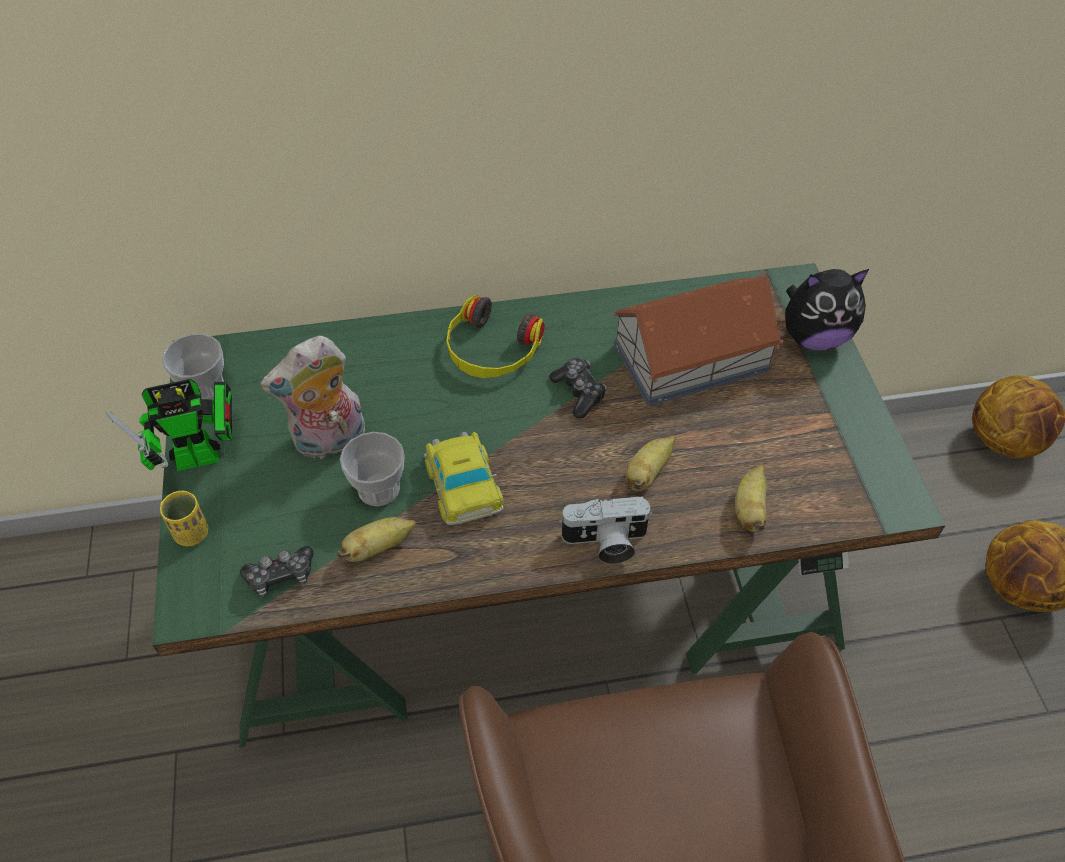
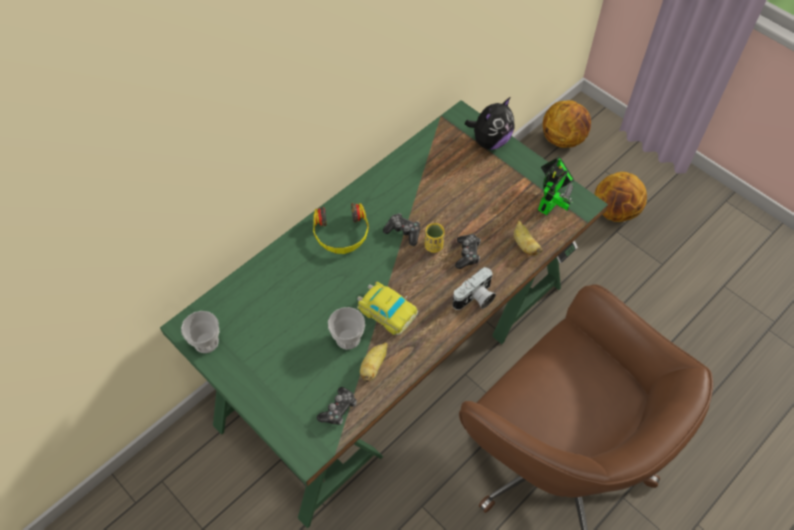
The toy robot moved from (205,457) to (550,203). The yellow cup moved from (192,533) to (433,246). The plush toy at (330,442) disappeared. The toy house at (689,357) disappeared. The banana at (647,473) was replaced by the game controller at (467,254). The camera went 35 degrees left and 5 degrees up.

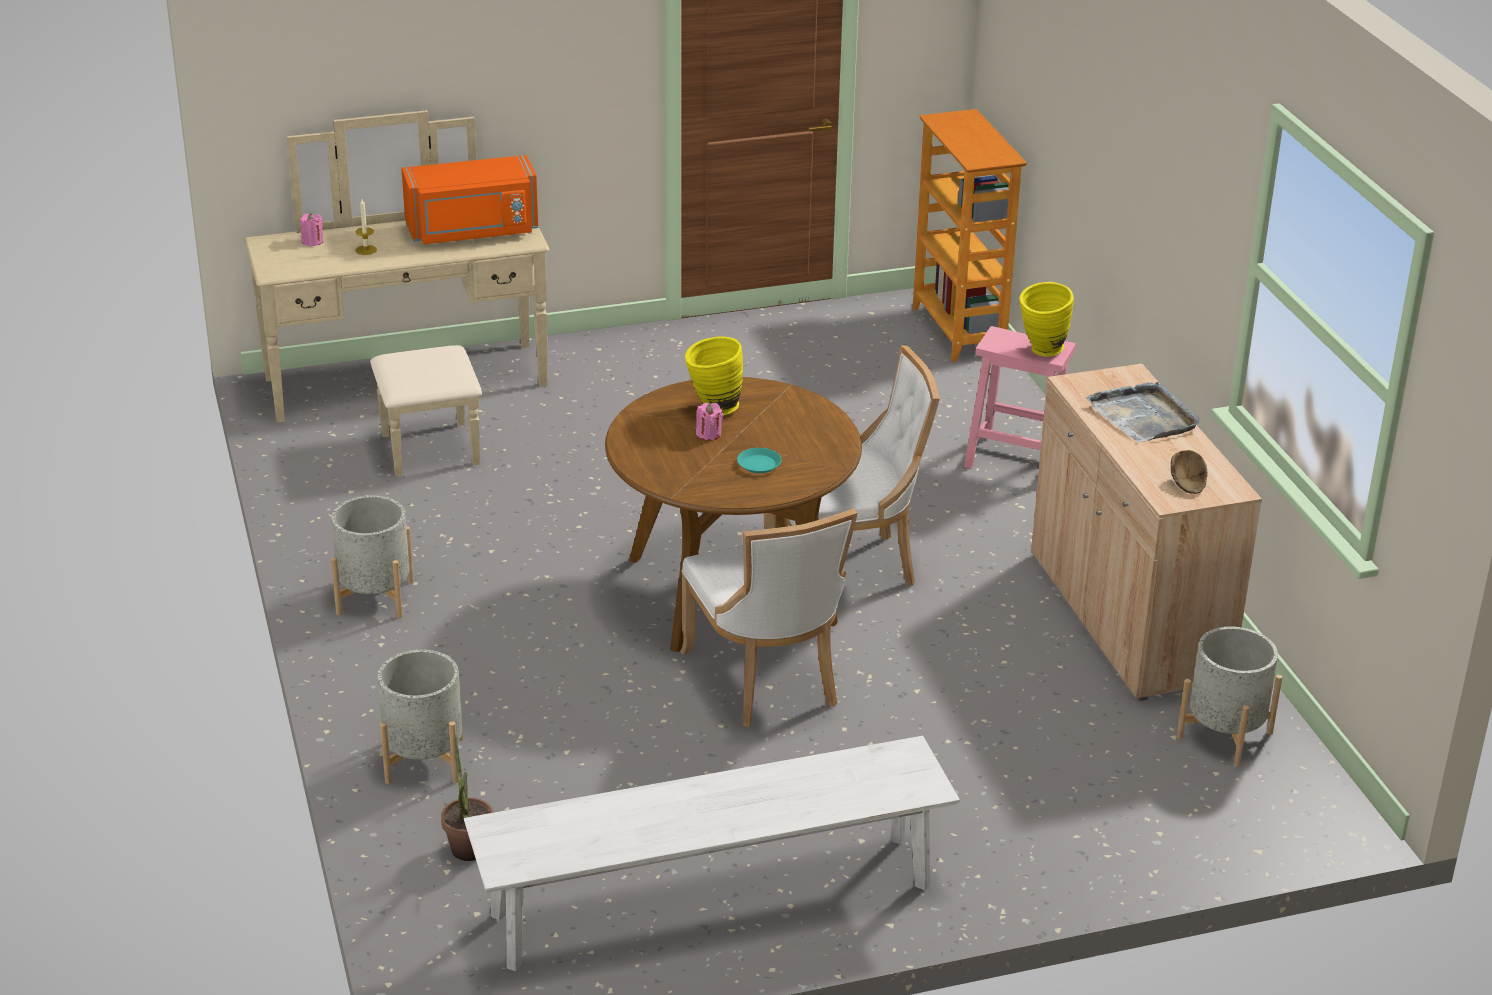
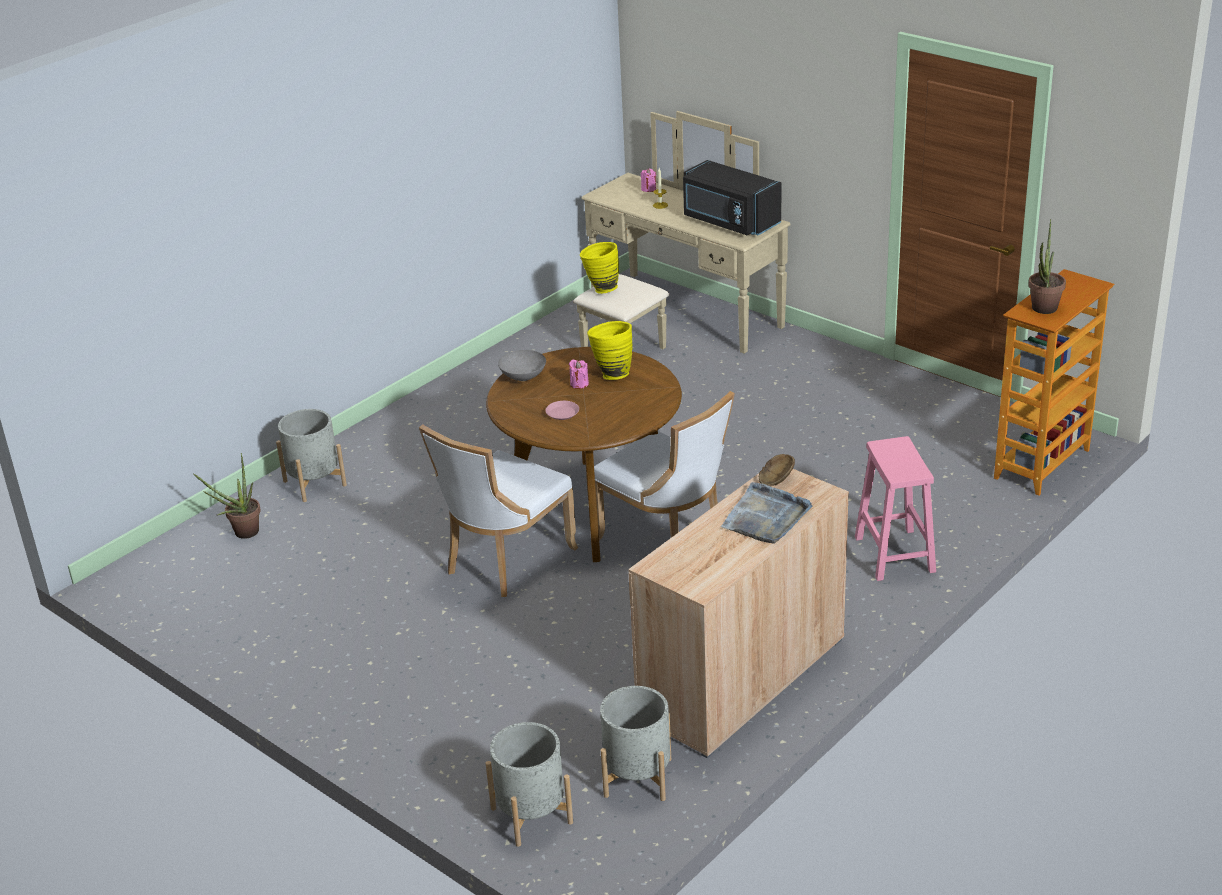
The grey planter moved from (375,597) to (531,815). The orange microwave at (472,231) became the black microwave at (729,222). The white bench at (712,901) disappeared. The turquoise plate at (759,464) became the pink plate at (562,413). The yellow vase moved from (1041,352) to (600,289). The brown bowl moved from (1187,484) to (775,479). The grey bowl at (524,377) appeared. The potted plant at (1043,310) appeared. The camera went 60 degrees right and 0 degrees up.

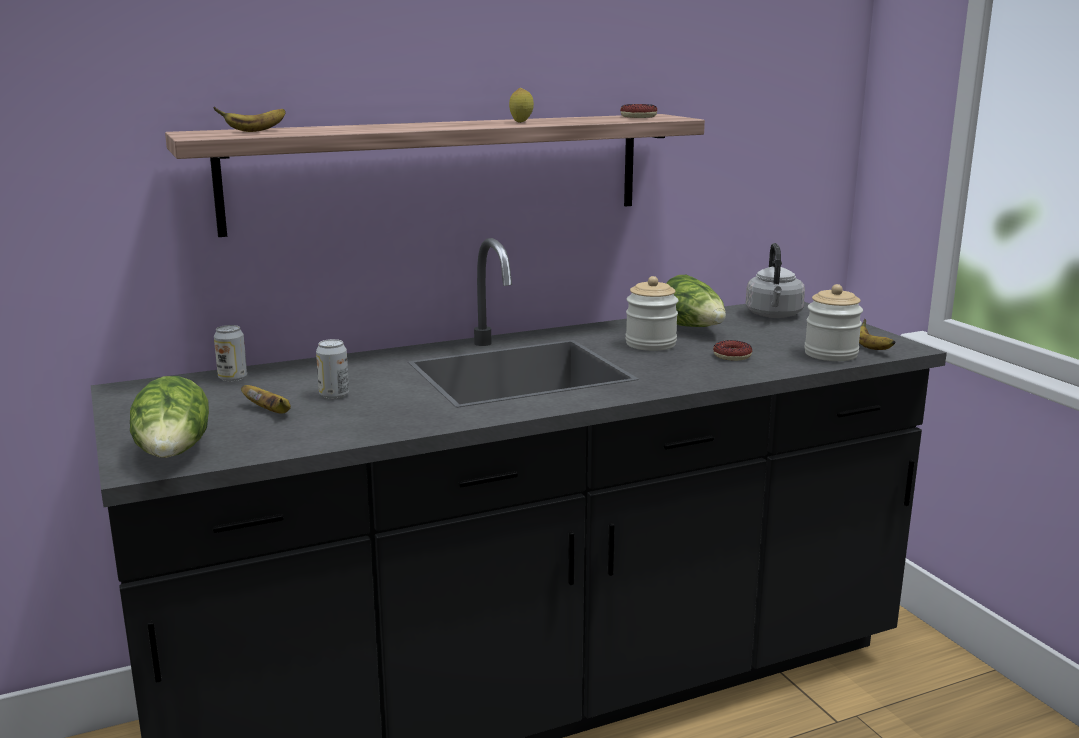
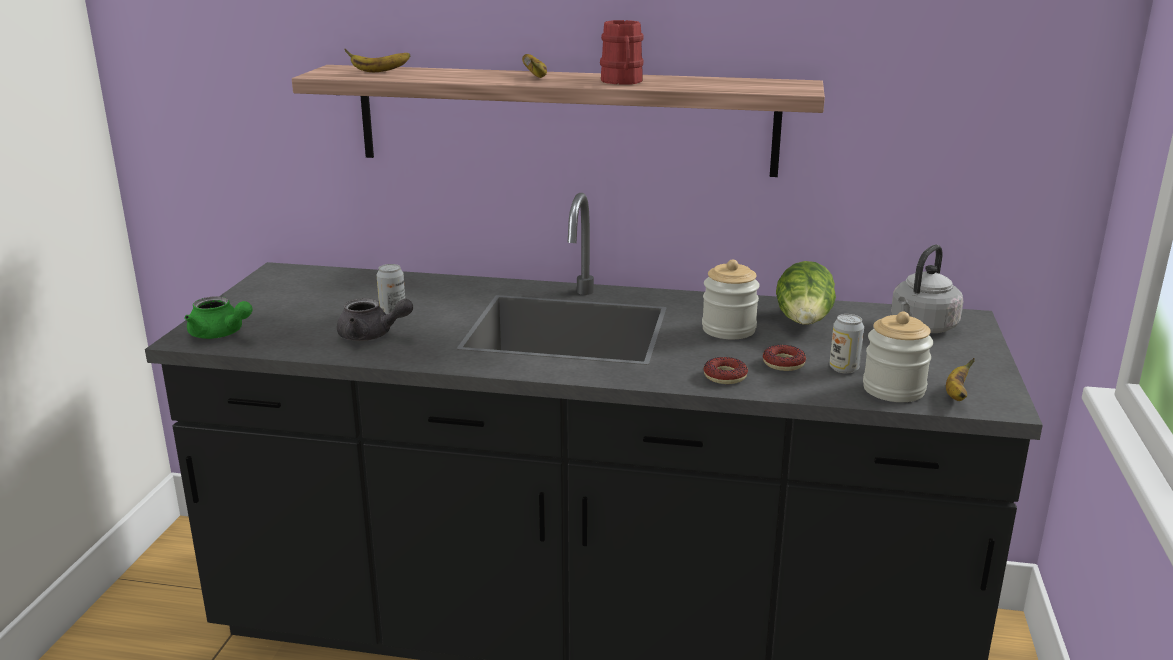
The lettuce at (174,454) was replaced by the green teapot at (220,334). The can moved from (233,378) to (844,368). The banana moved from (270,411) to (535,76). The lemon at (521,122) was replaced by the red mug at (622,82). The donut moved from (638,116) to (725,376). The grey teapot at (372,335) appeared. The camera went 35 degrees right and 5 degrees up.

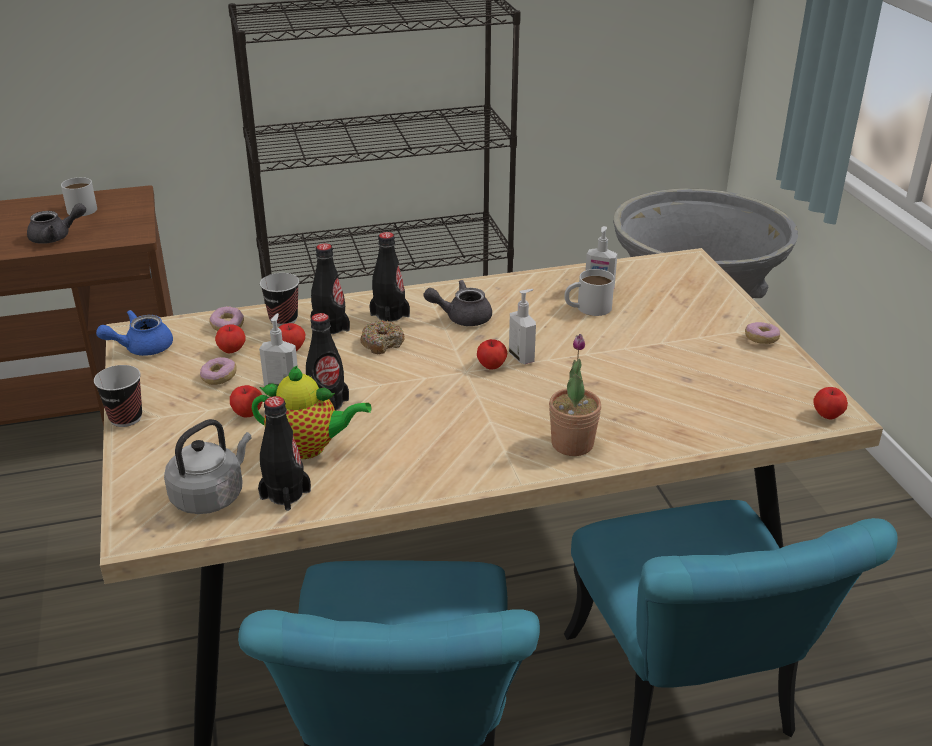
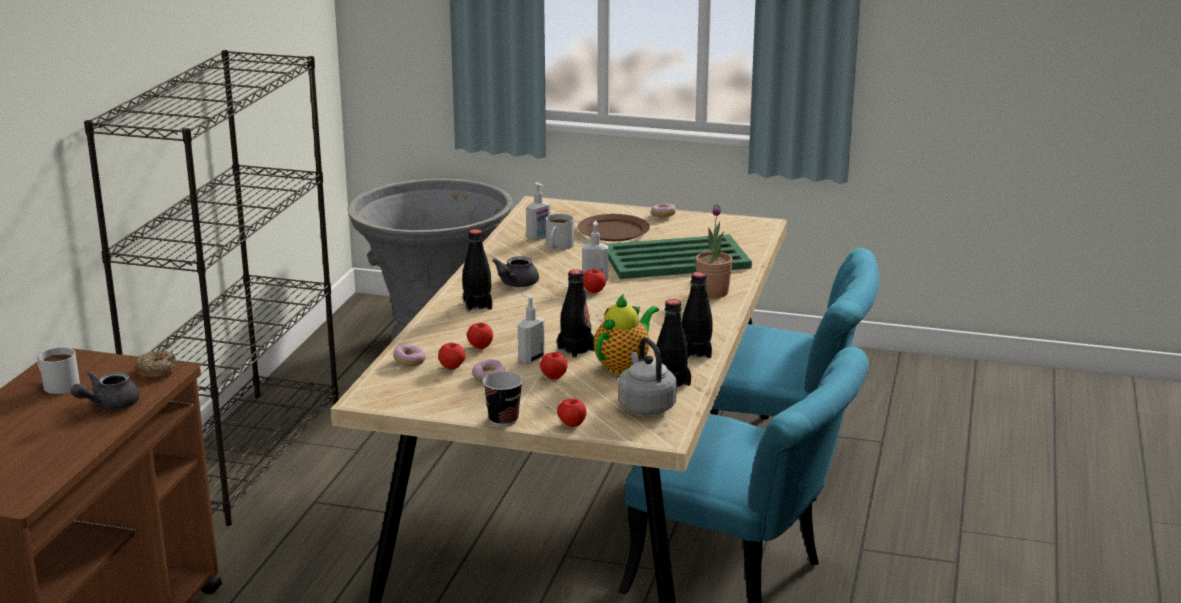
The grey teapot at (56,237) turned 150 degrees counterclockwise. The blue teapot at (141,348) disappeared. The cup at (283,319) disappeared. The black bottle moved from (330,328) to (696,352). The donut moved from (382,343) to (156,371). The apple moved from (827,415) to (571,424). The brown plate at (613,231) appeared. The green tray at (674,259) appeared. The camera went 60 degrees left and 10 degrees down.

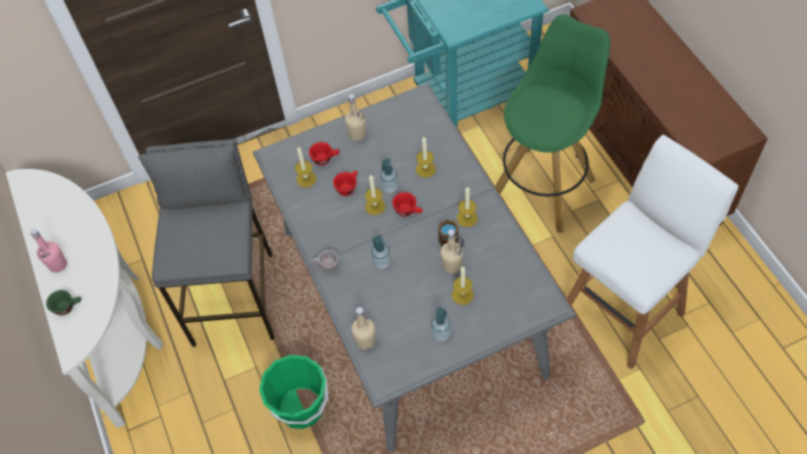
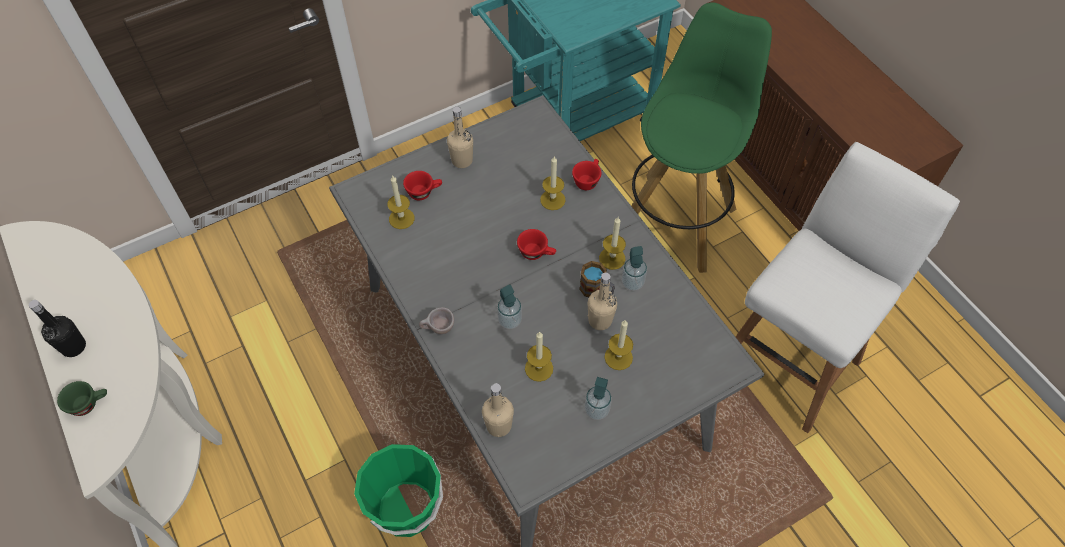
The pink bottle at (58,265) became the black bottle at (74,347). The grey stool at (235,298) disappeared. The red cup moved from (348,187) to (587,180). The candle moved from (375,206) to (539,368). The soap dispenser moved from (390,187) to (632,283). The camera went 10 degrees left and 0 degrees up.

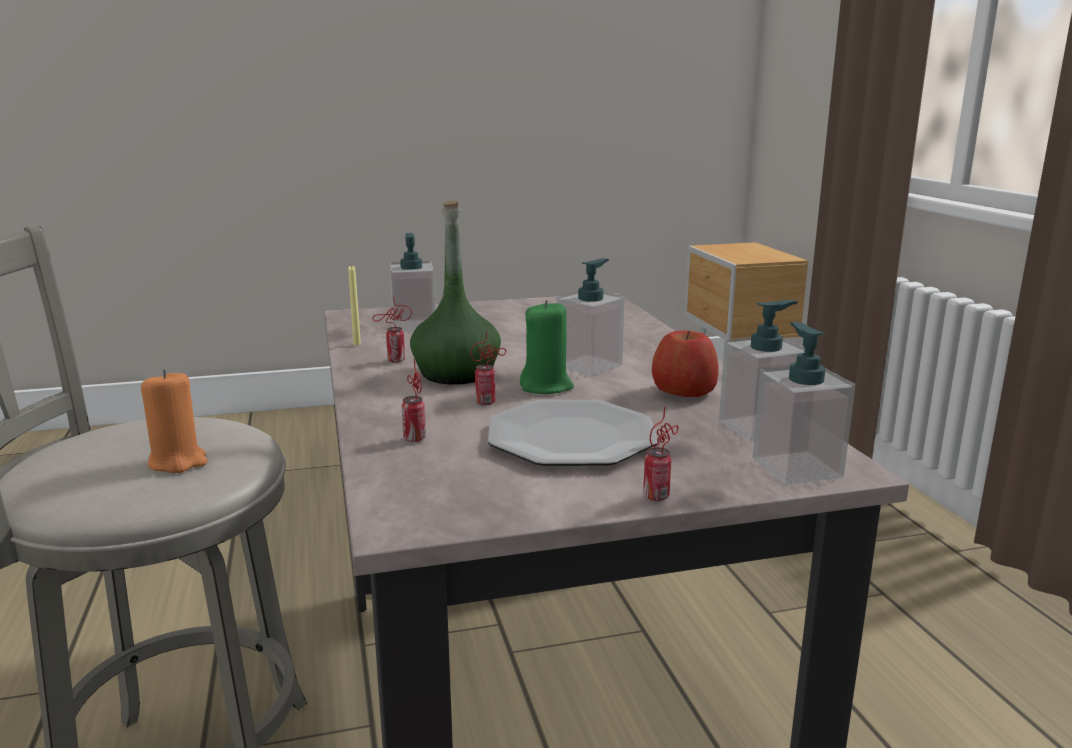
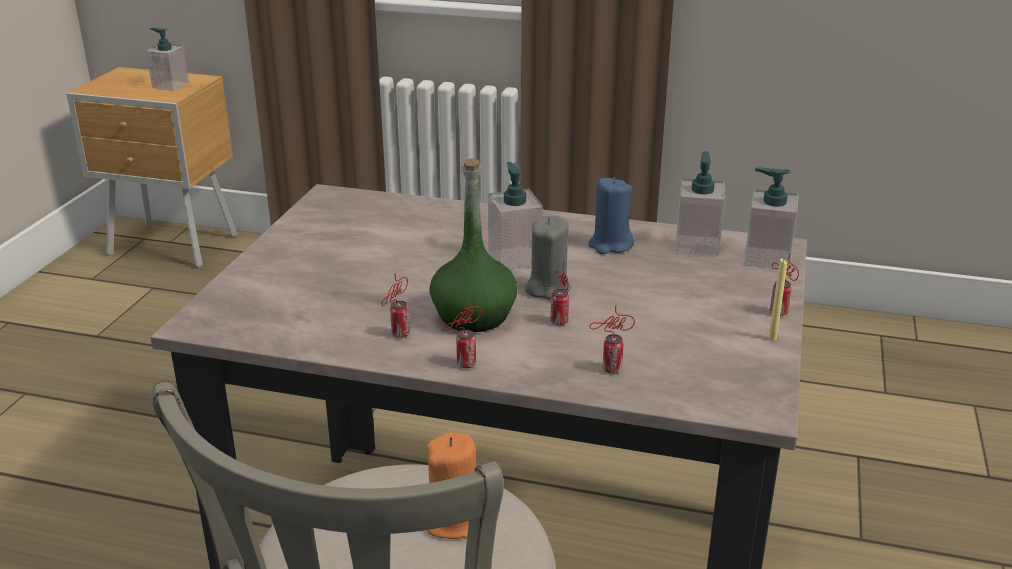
The yellow candle moved from (357,344) to (772,338). The soap dispenser moved from (414,325) to (170,85). The plate at (570,437) disappeared. The green candle at (546,387) became the grey candle at (547,288). The apple at (683,392) was replaced by the blue candle at (610,245). The can at (464,365) appeared. The camera went 60 degrees left and 10 degrees up.

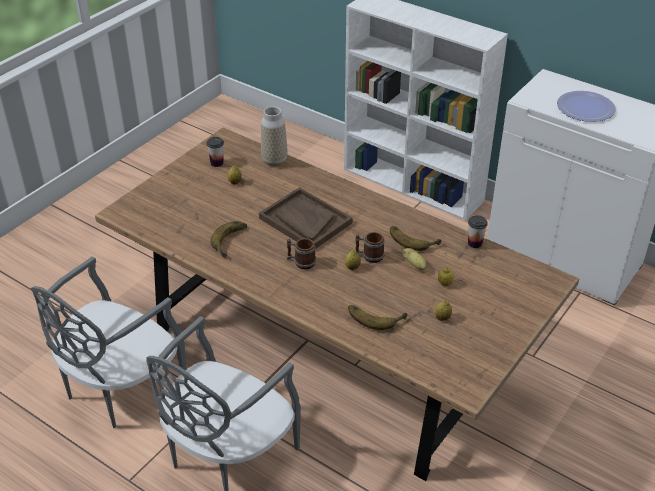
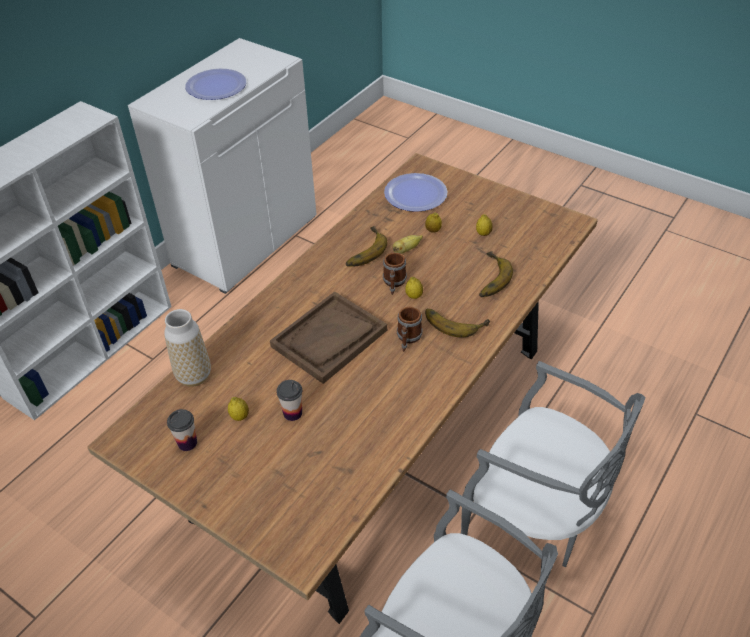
The banana moved from (233,241) to (455,321). The cup moved from (475,243) to (292,413). The plate at (415,194) appeared. The camera went 90 degrees left and 5 degrees up.

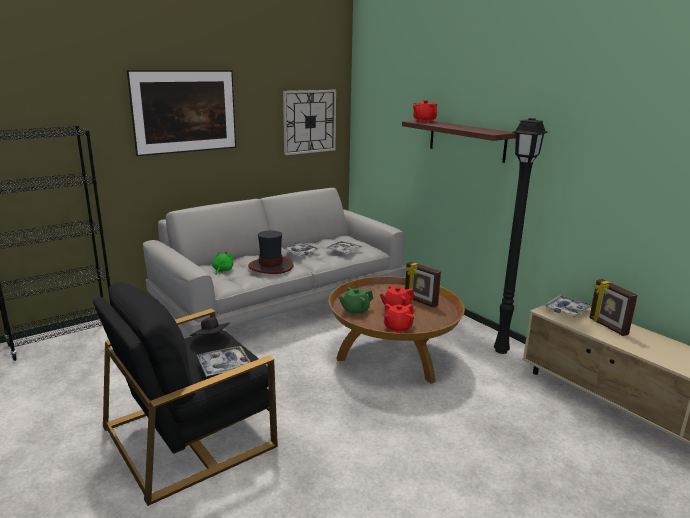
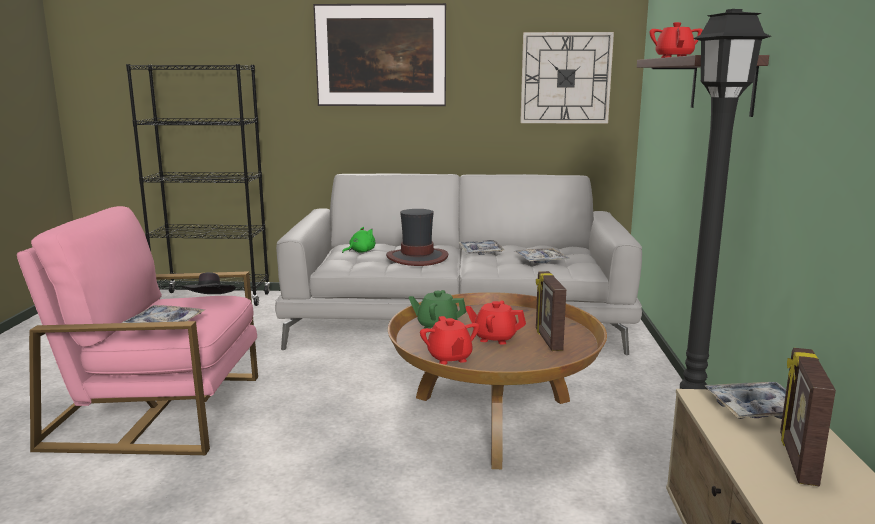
The black armchair at (189,434) became the pink armchair at (160,409). The red teapot at (397,328) turned 105 degrees counterclockwise. The camera went 40 degrees right and 5 degrees down.

